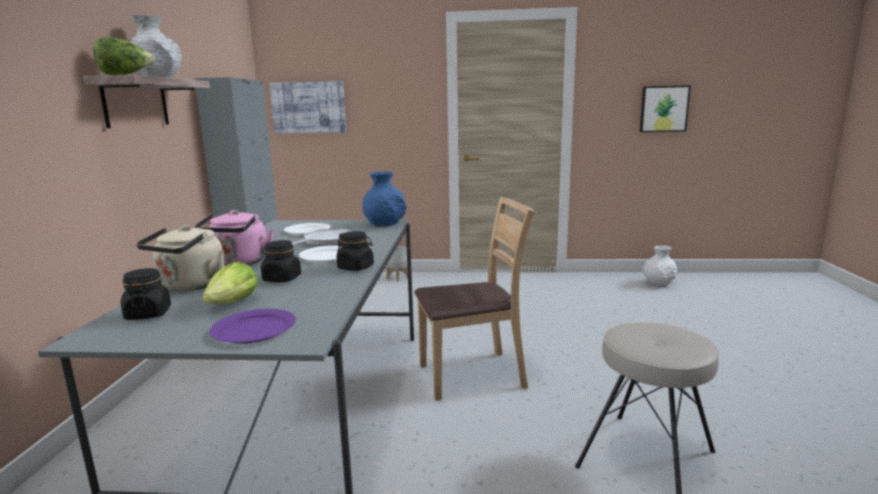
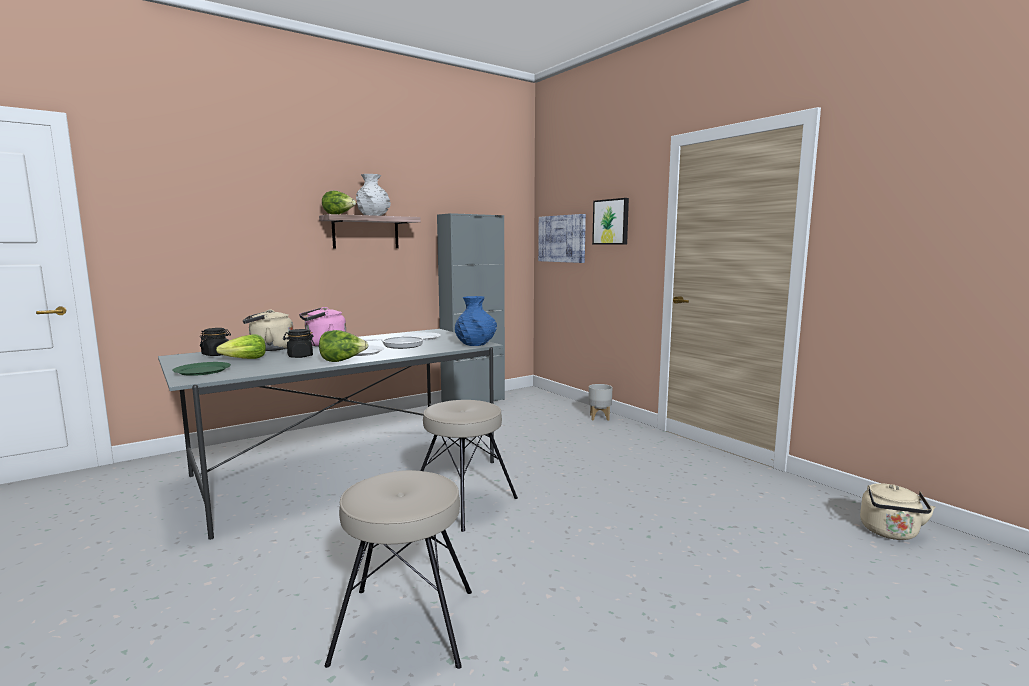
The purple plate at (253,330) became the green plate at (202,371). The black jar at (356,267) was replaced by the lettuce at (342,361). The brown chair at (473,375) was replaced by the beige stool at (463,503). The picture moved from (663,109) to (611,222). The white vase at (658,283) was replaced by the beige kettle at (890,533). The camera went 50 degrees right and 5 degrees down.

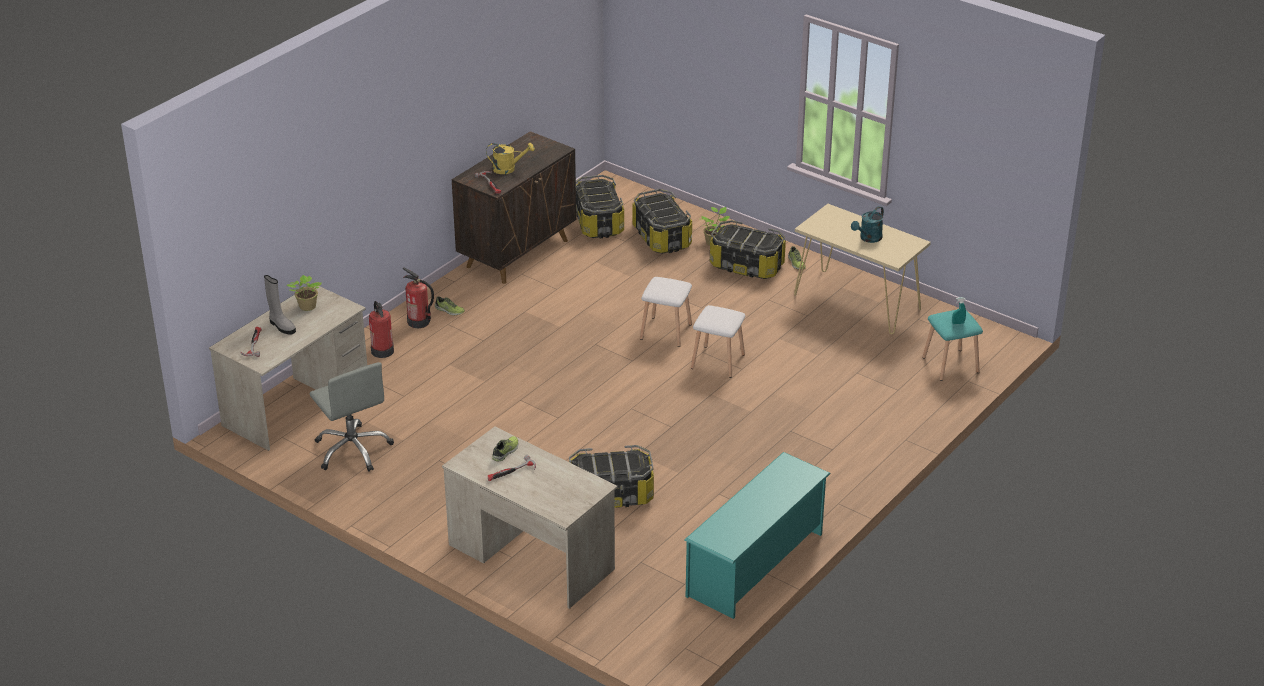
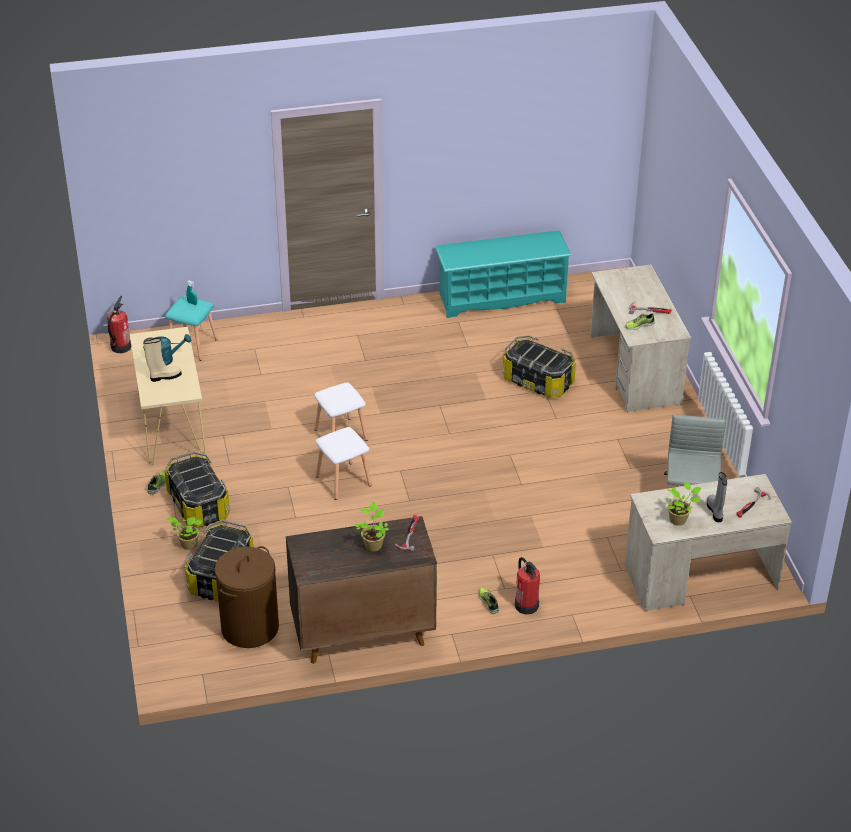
The fire extinguisher moved from (382,351) to (120,347). The yellow watering can at (508,169) was replaced by the potted plant at (373,544). The storage box at (599,222) was replaced by the brown laundry basket at (249,627). The beige boot at (164,376) appeared. The camera went 140 degrees left and 5 degrees up.

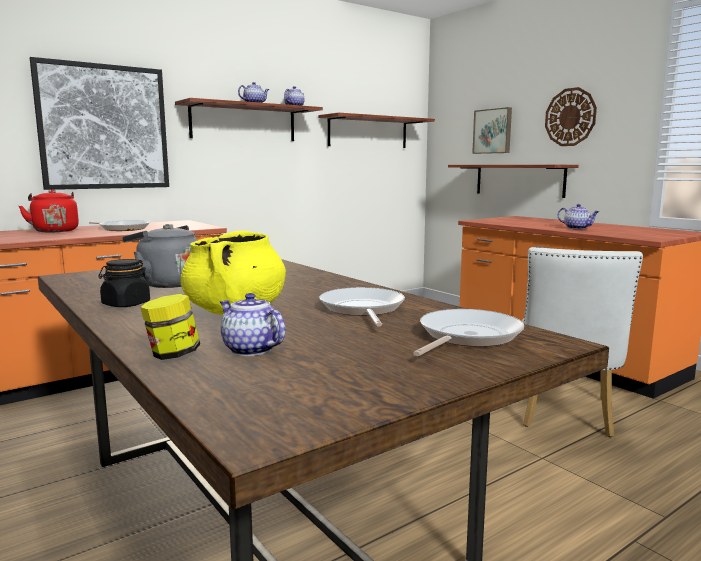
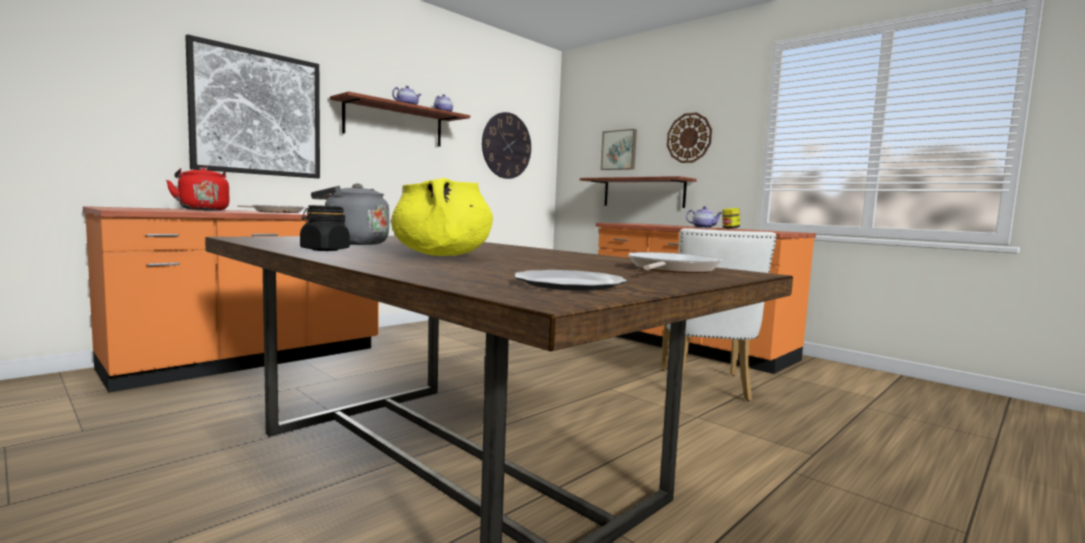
The jar moved from (172,355) to (730,228). The teapot at (250,349) disappeared. The shelf at (368,132) was replaced by the wall clock at (506,145). The frying pan at (362,309) disappeared. The plate at (568,284) appeared. The camera went 10 degrees left and 5 degrees down.

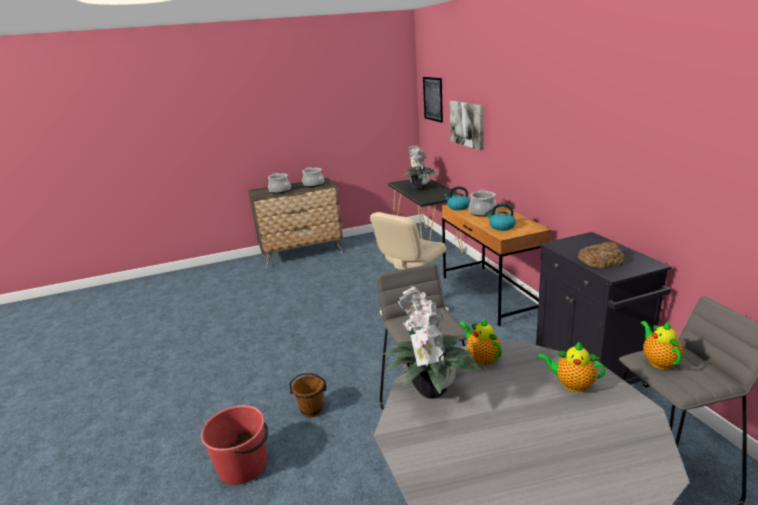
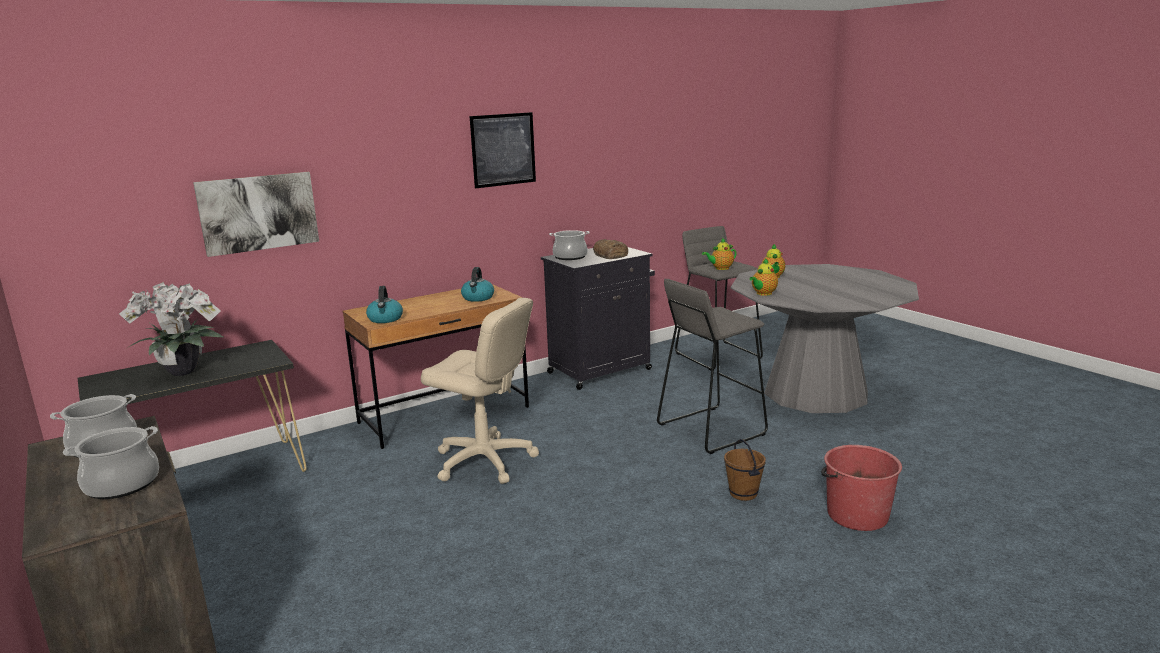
The potted plant at (430,393) disappeared. The picture moved from (433,99) to (503,149). The cooking pot moved from (482,213) to (570,257). The camera went 105 degrees left and 5 degrees down.

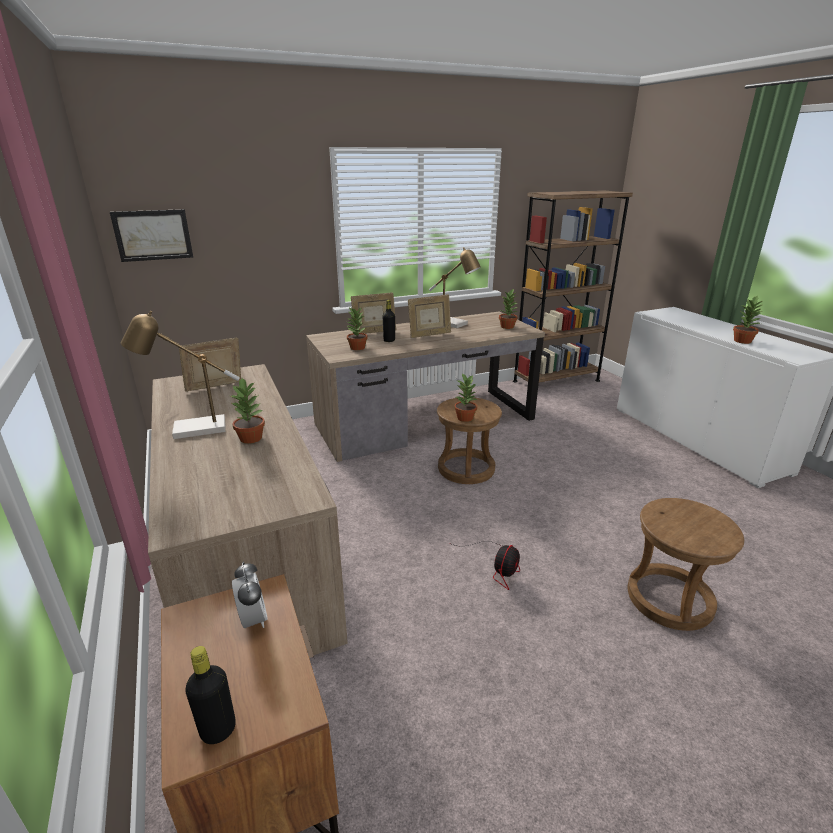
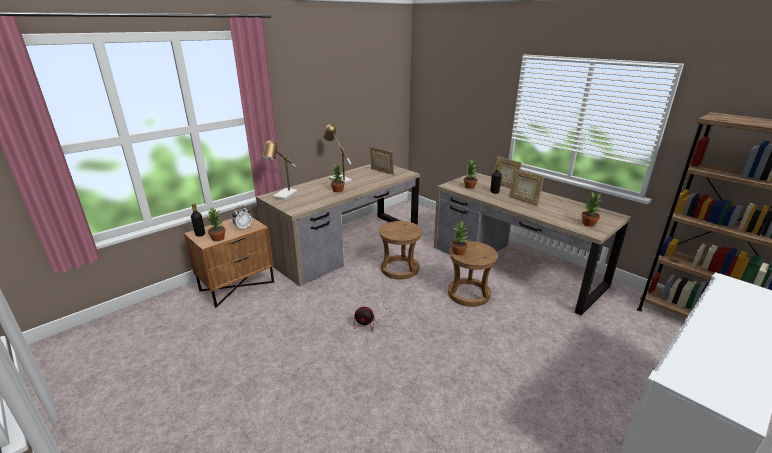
The picture at (153,235) disappeared. The table lamp moved from (454,324) to (284,196). The brown stool moved from (670,599) to (400,269). The potted plant moved from (743,341) to (218,238). The camera went 70 degrees right and 0 degrees up.

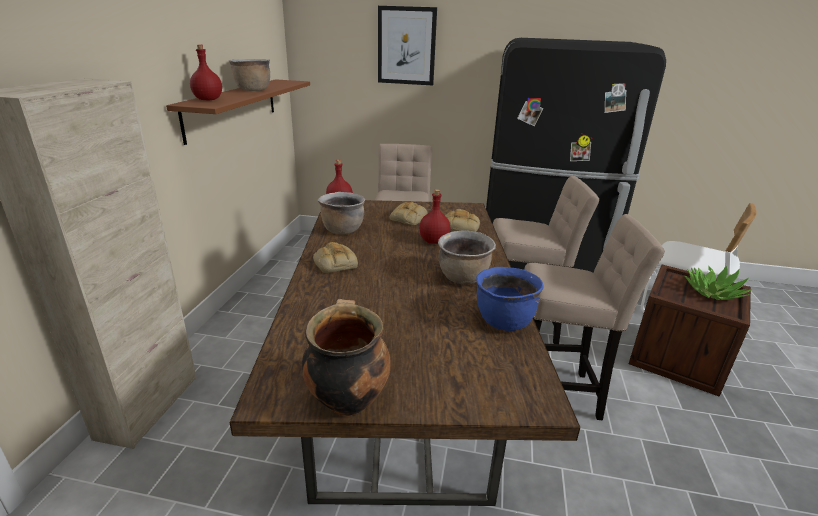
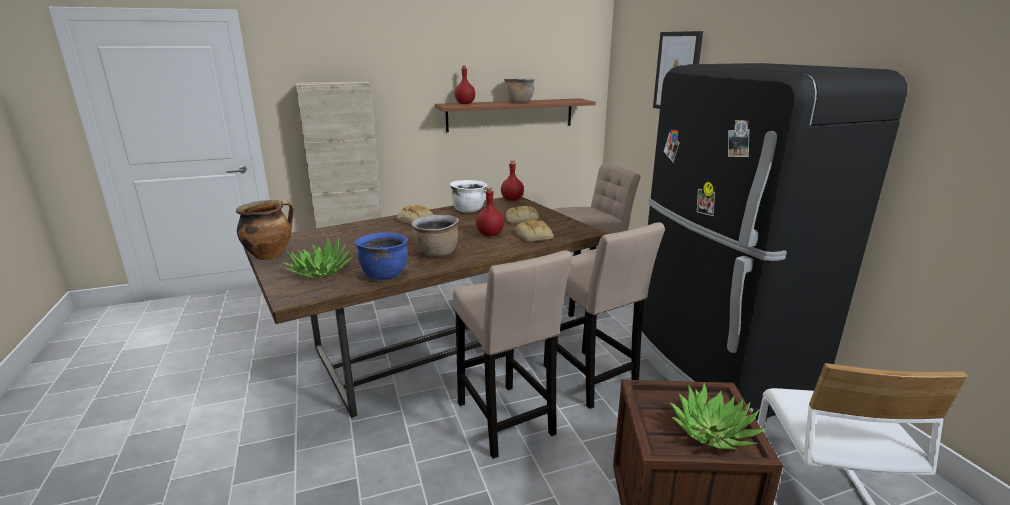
The brown cooking pot at (342,230) became the white cooking pot at (468,210). The potted plant at (320,271) appeared. The camera went 60 degrees right and 5 degrees down.

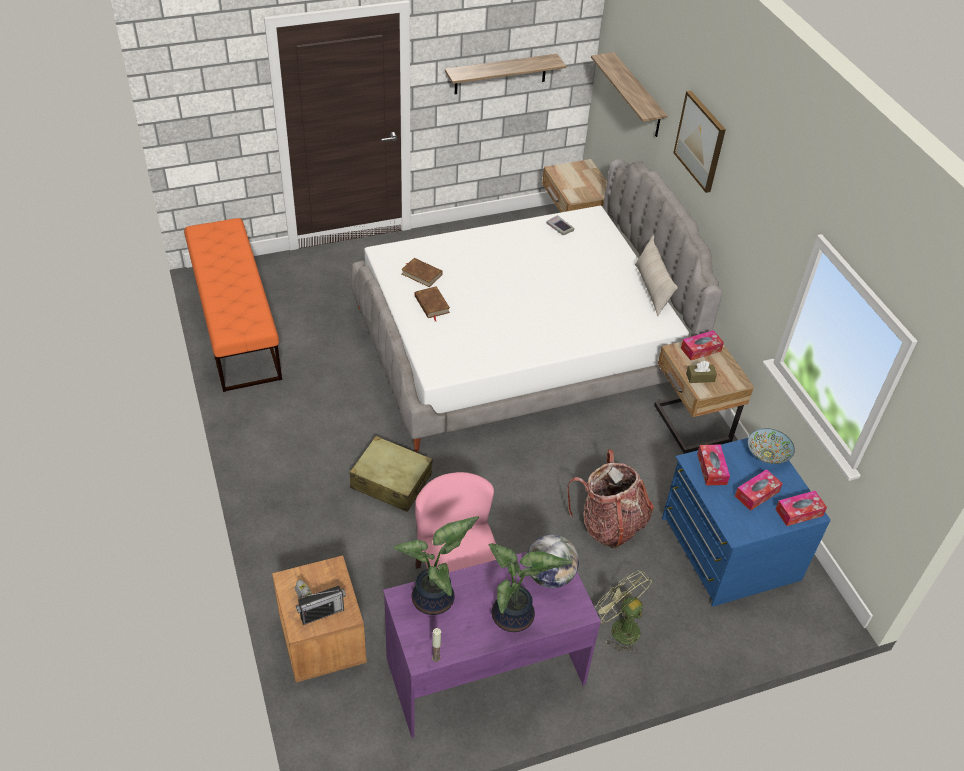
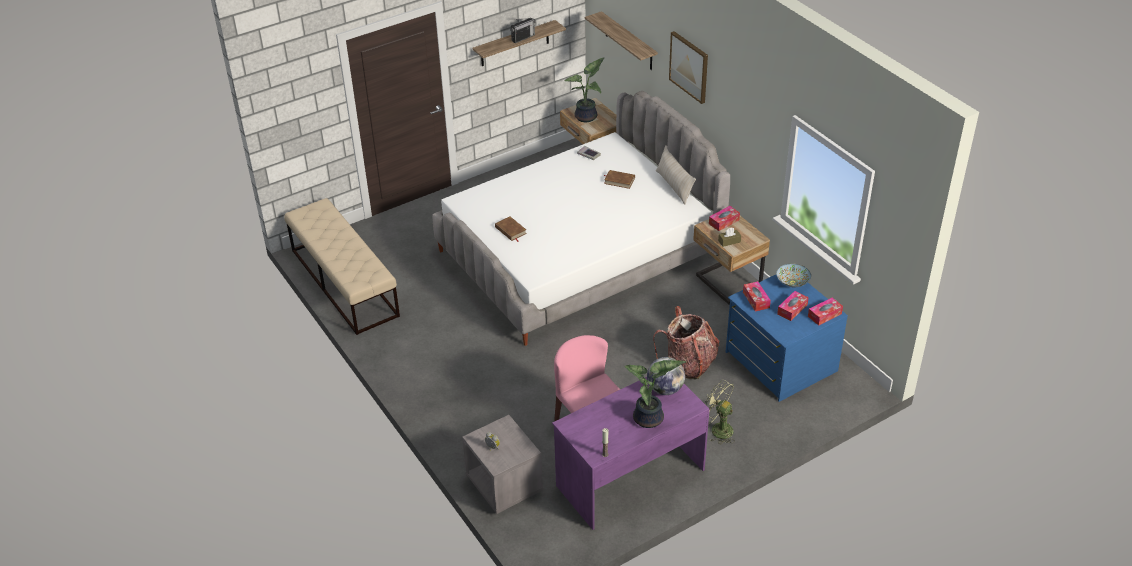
The orange bench at (235,322) became the beige bench at (344,282). The brown nightstand at (322,640) became the grey nightstand at (504,485). The radio moved from (322,613) to (523,38). The beige suitcase at (391,482) disappeared. The potted plant moved from (435,600) to (587,117). The brown book moved from (421,274) to (619,181). The camera went 10 degrees left and 5 degrees down.

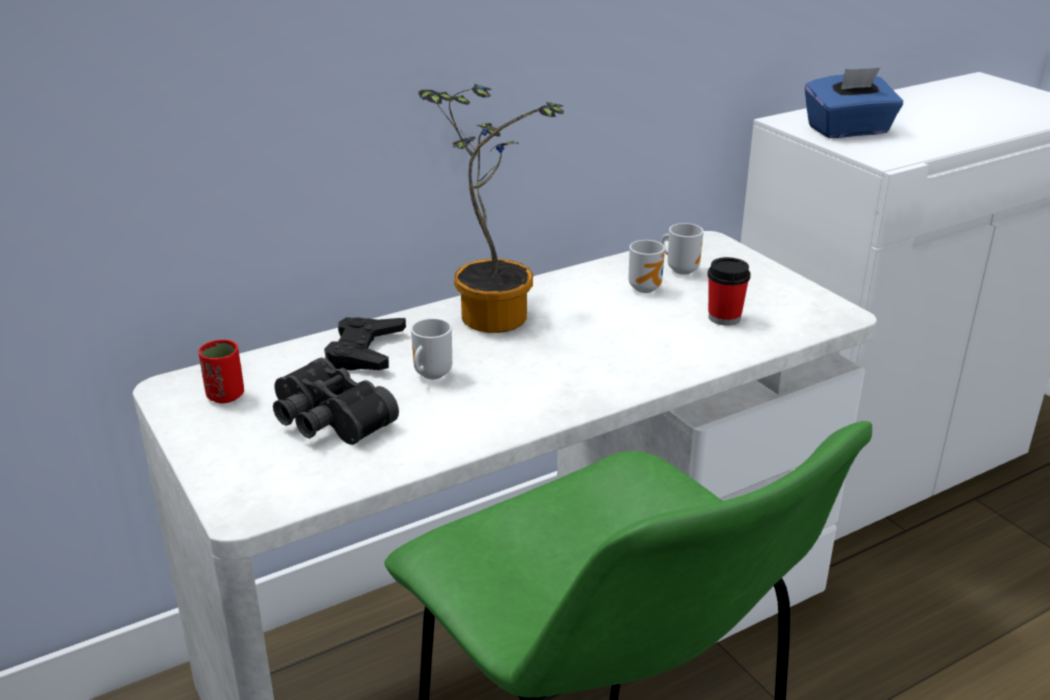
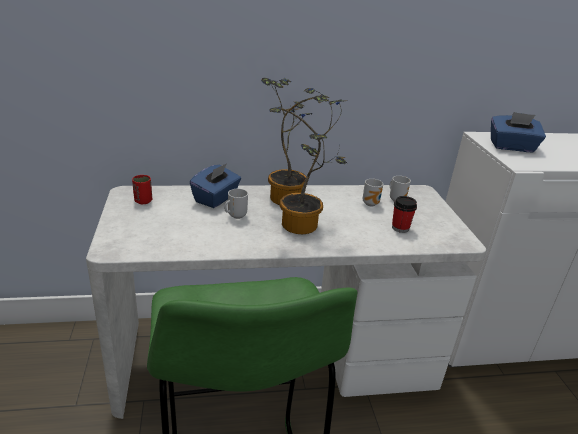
The black binoculars at (327,421) disappeared. The black game controller at (365,351) was replaced by the blue tissue box at (216,198). The potted plant at (302,228) appeared. The camera went 20 degrees right and 0 degrees up.

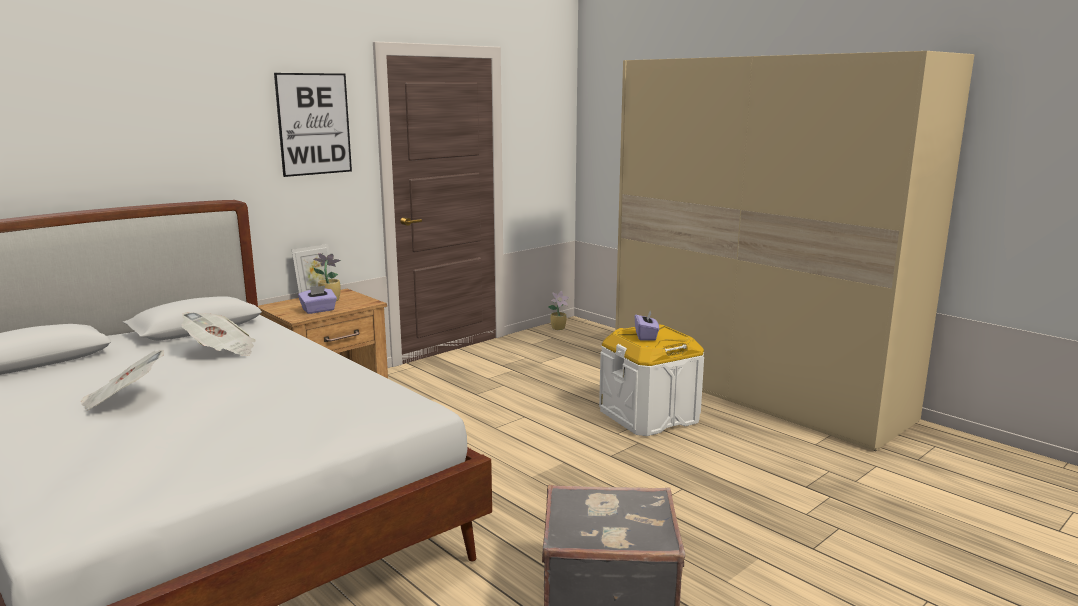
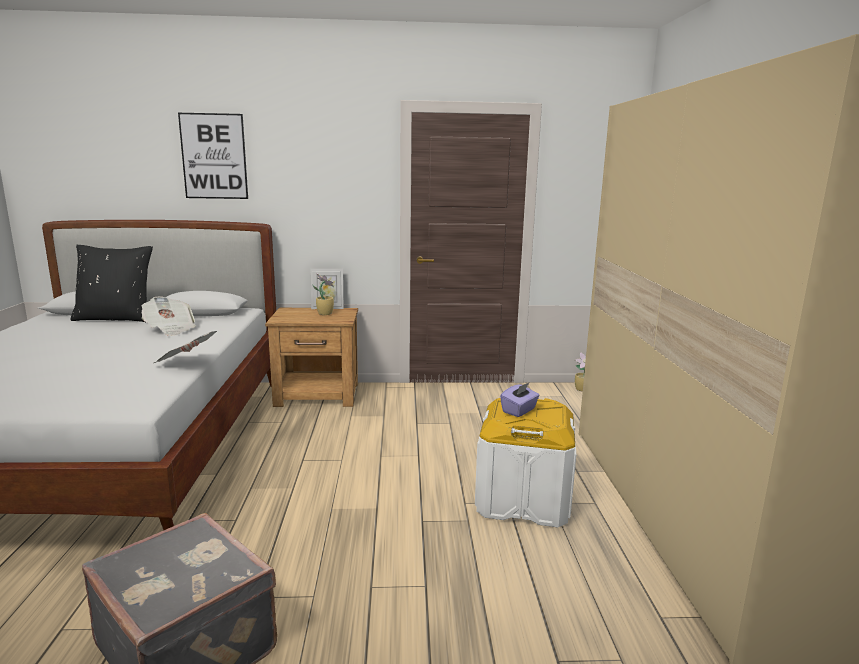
The newspaper moved from (123,400) to (187,362). The picture moved from (314,124) to (214,156). The purple tissue box at (318,310) disappeared. The black pillow at (116,318) appeared. The camera went 40 degrees right and 0 degrees up.

